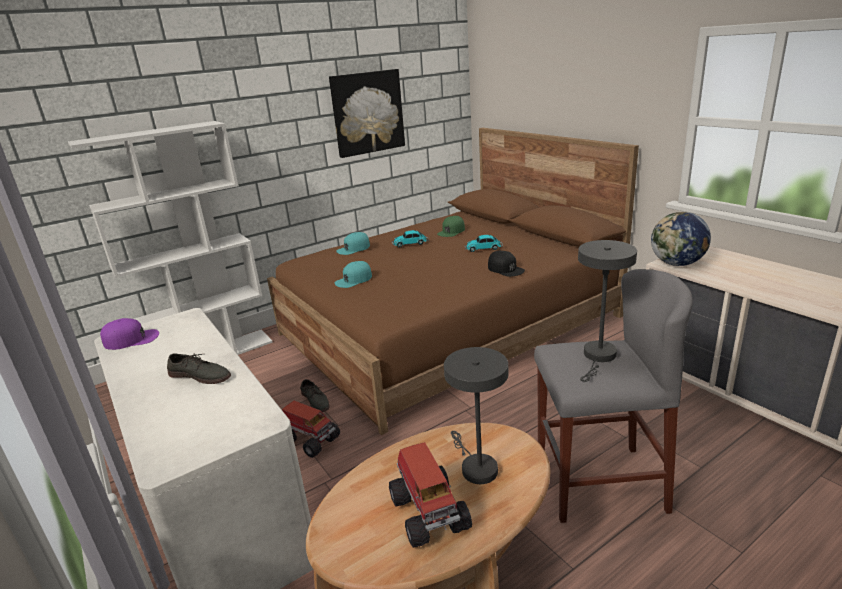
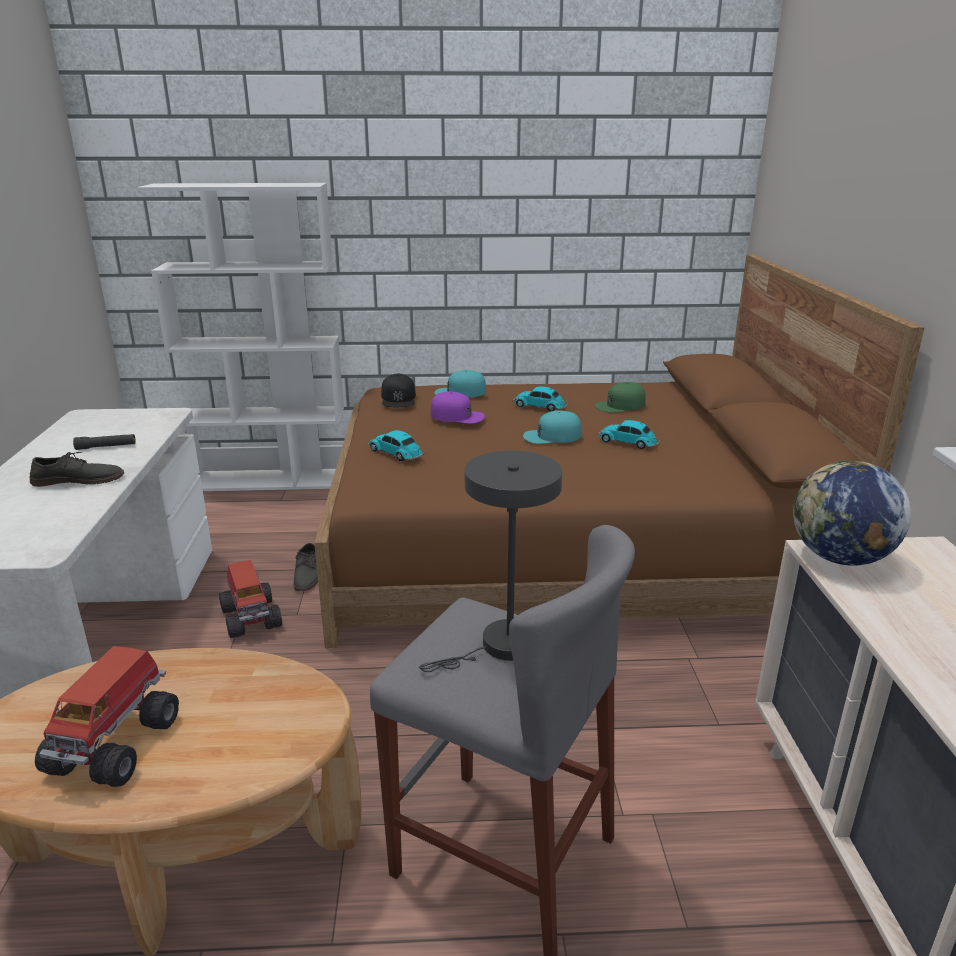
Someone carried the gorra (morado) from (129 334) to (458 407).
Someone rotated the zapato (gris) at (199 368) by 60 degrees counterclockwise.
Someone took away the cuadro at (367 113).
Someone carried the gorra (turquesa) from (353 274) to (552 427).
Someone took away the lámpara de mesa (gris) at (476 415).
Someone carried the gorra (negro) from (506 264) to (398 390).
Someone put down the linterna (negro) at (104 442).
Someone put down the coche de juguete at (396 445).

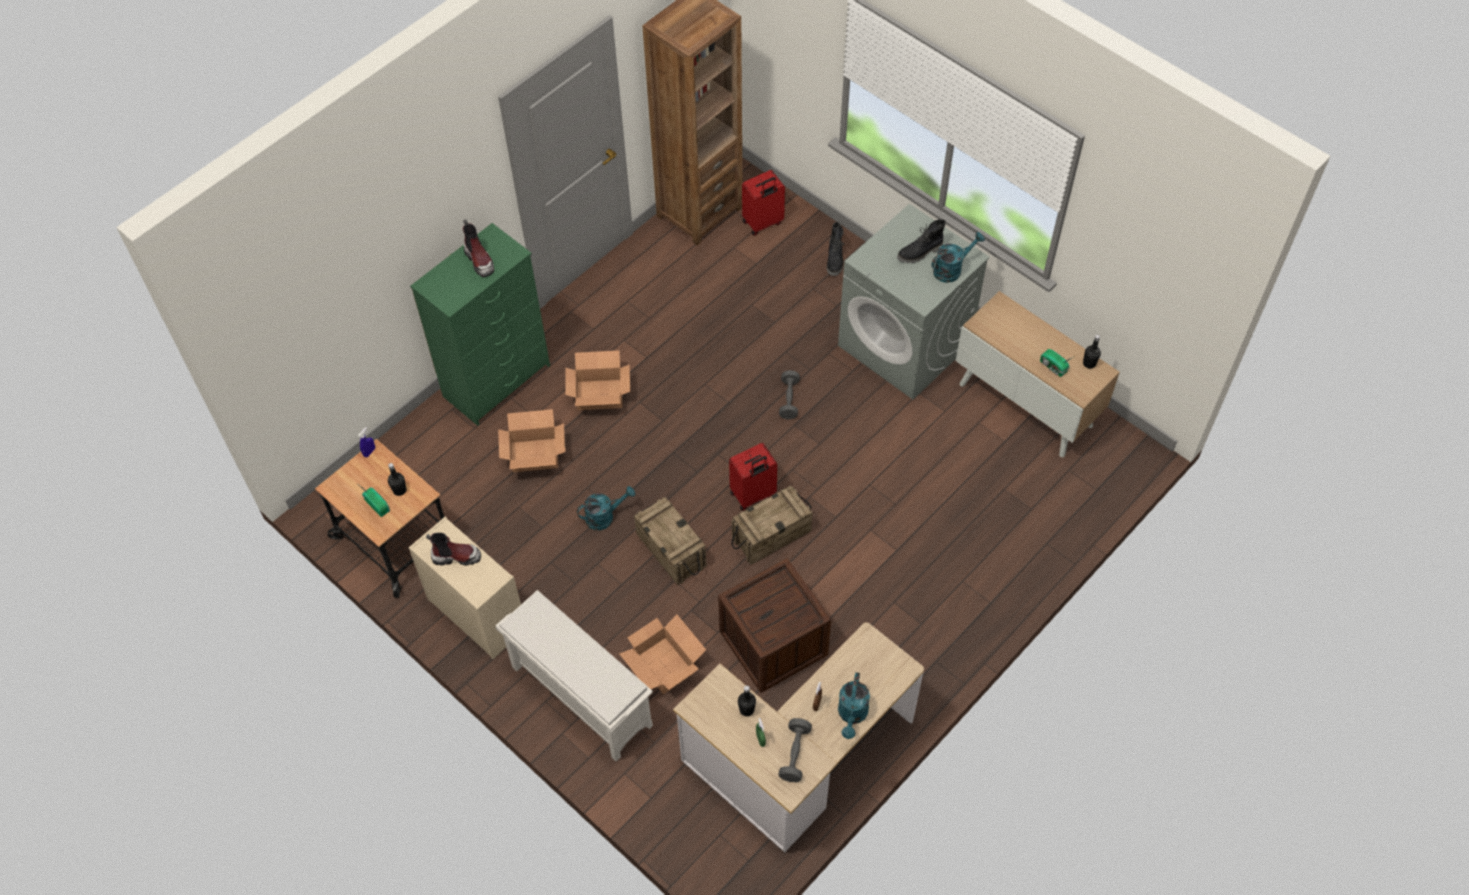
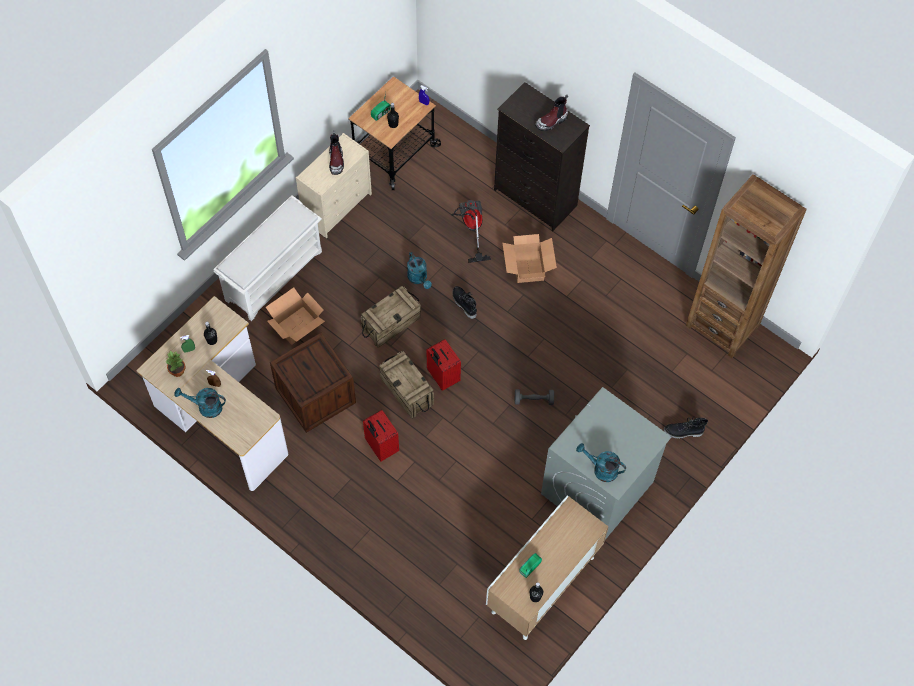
Someone repainted the cómoda (verde) at (480 324), which became the cómoda (negro) at (542 156).
Someone swapped the caja de cartón at (532 440) for the aspiradora at (471 231).
Someone carried the maleta (rojo) from (763 203) to (381 436).
Someone swapped the mancuerna (gris) at (795 750) for the planta en maceta at (176 364).
Someone carried the bota (negro) from (921 241) to (465 302).
Someone rotated the regadera (turquesa) at (958 257) by 150 degrees clockwise.

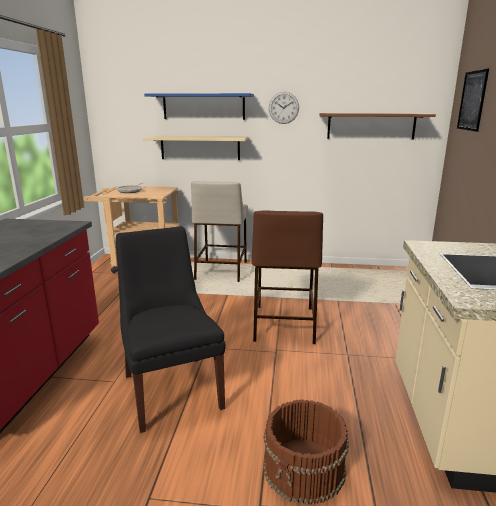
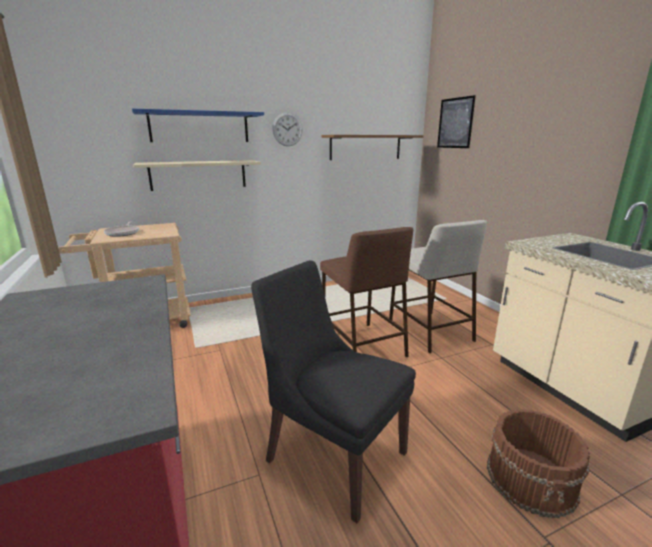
Someone carried the taburete (beis) from (219 231) to (438 286).

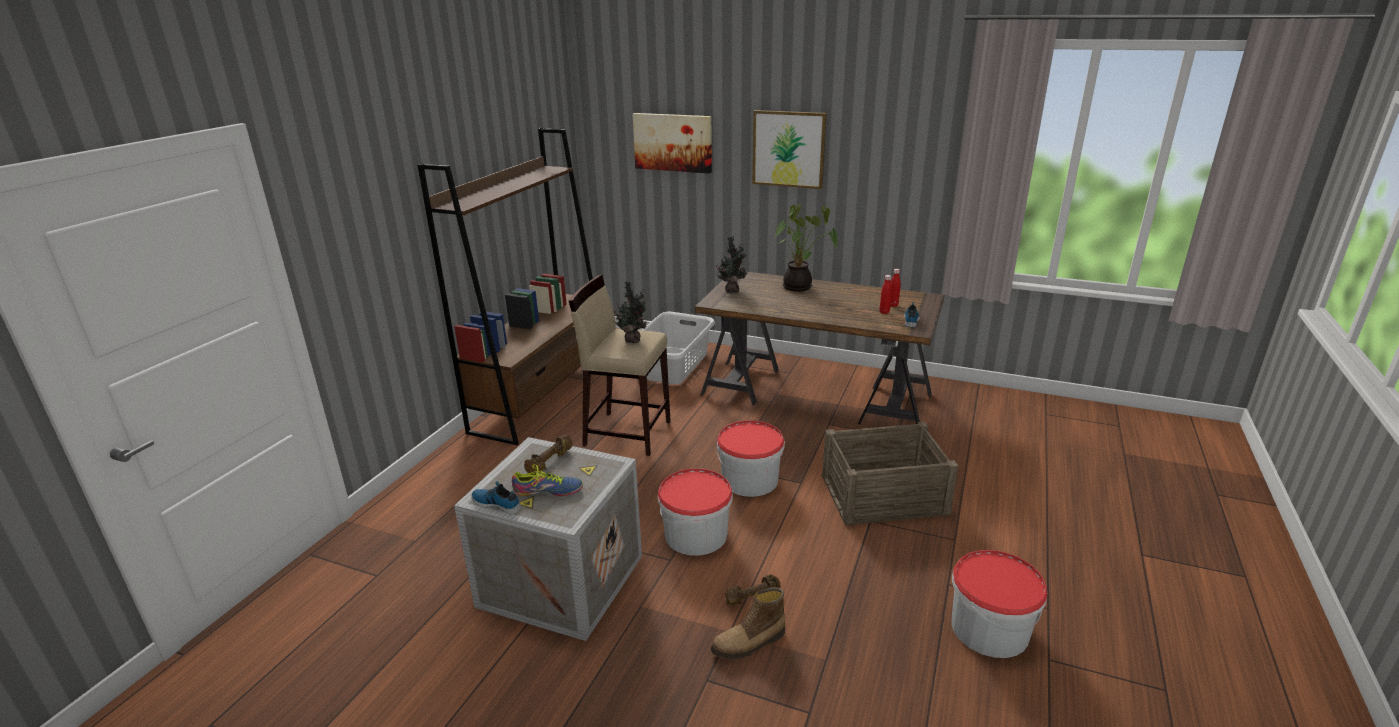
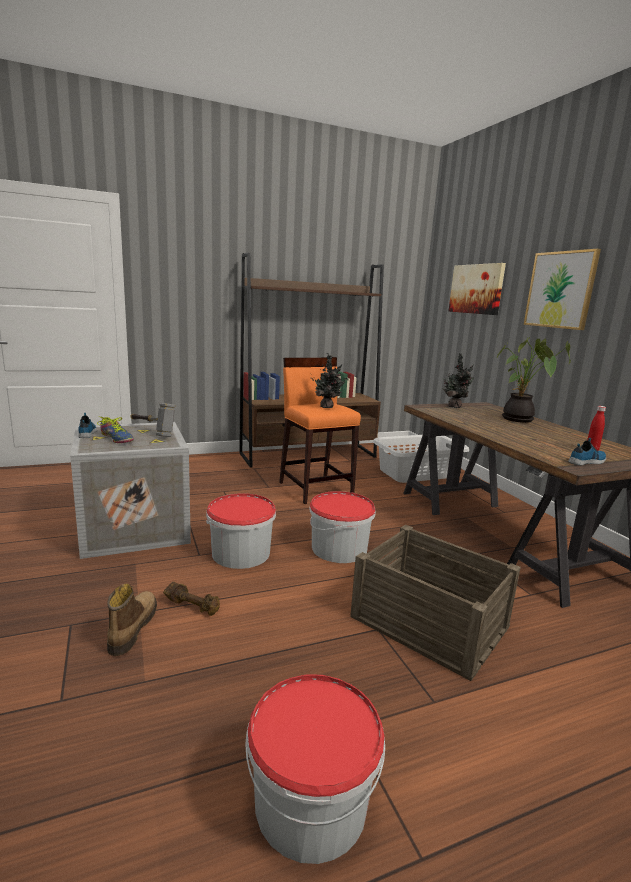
Someone swapped the mancuerna (marrón) at (548 453) for the martillo at (153 420).
Someone repainted the taburete (beis) at (620 365), which became the taburete (naranja) at (320 430).
Someone rotated the bota at (748 623) by 75 degrees clockwise.
Someone took away the botella (rojo) at (885 294).

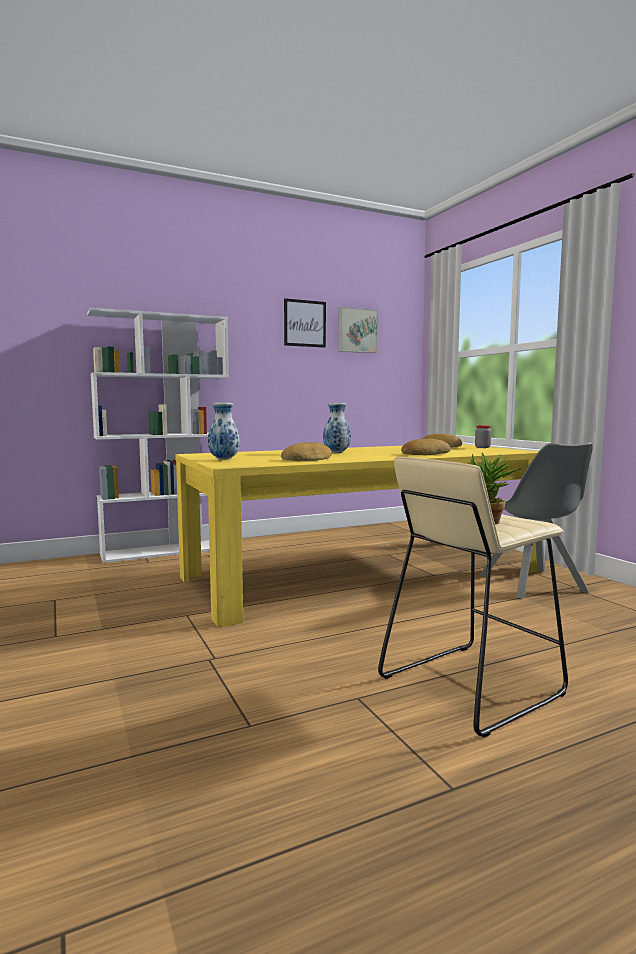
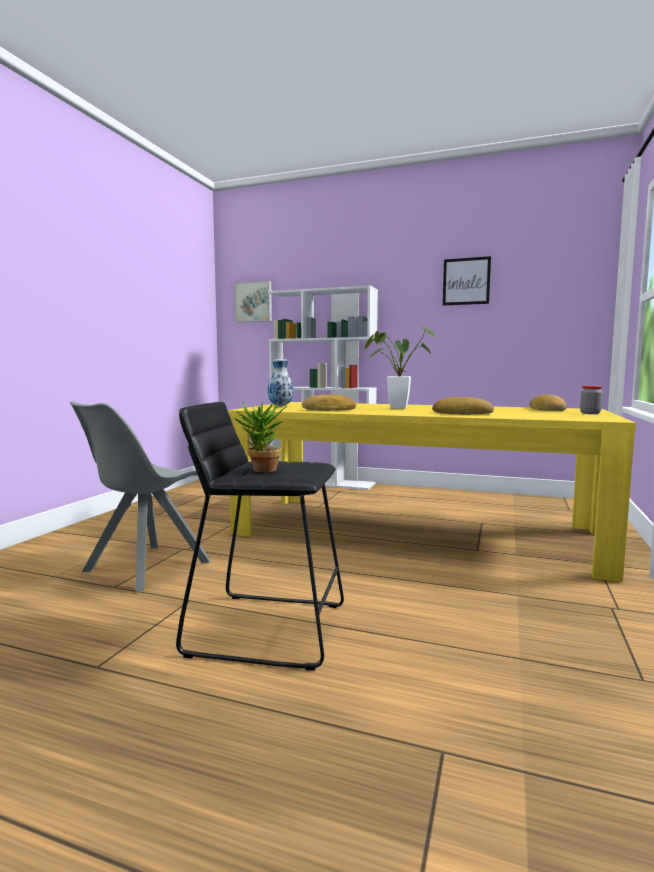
Someone swapped the florero at (337 428) for the planta en maceta at (399 368).
Someone carried the cuadro from (358 330) to (253 301).
Someone repainted the taburete (beis) at (473 597), which became the taburete (negro) at (260 536).
Someone carried the silla (gris) from (536 520) to (140 496).

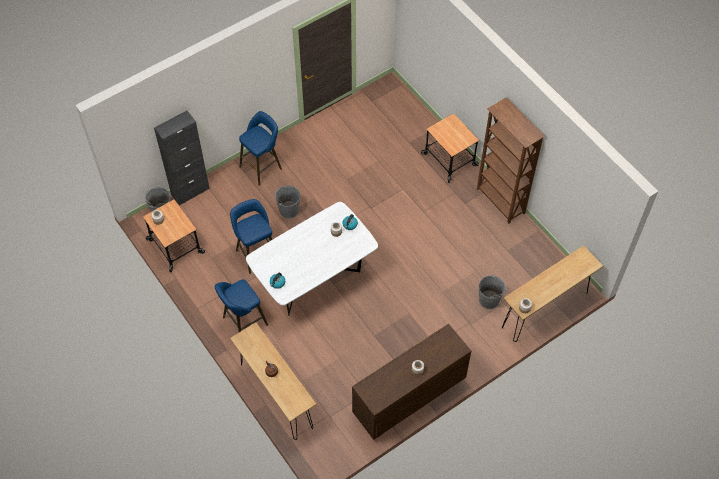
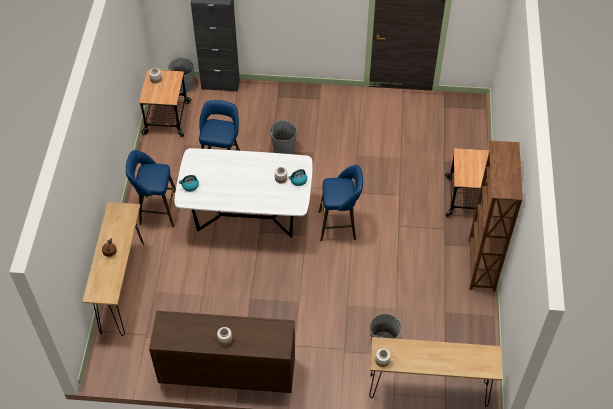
Someone carried the taburete (azul) from (260 148) to (341 203).

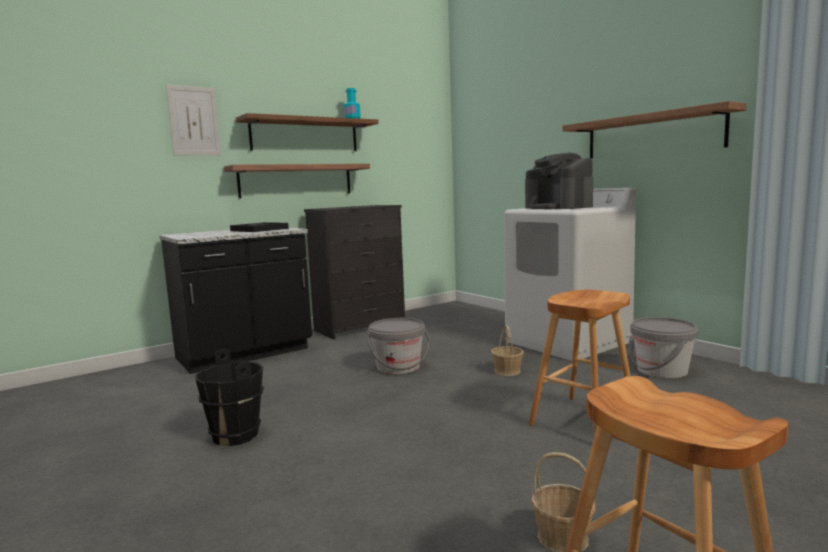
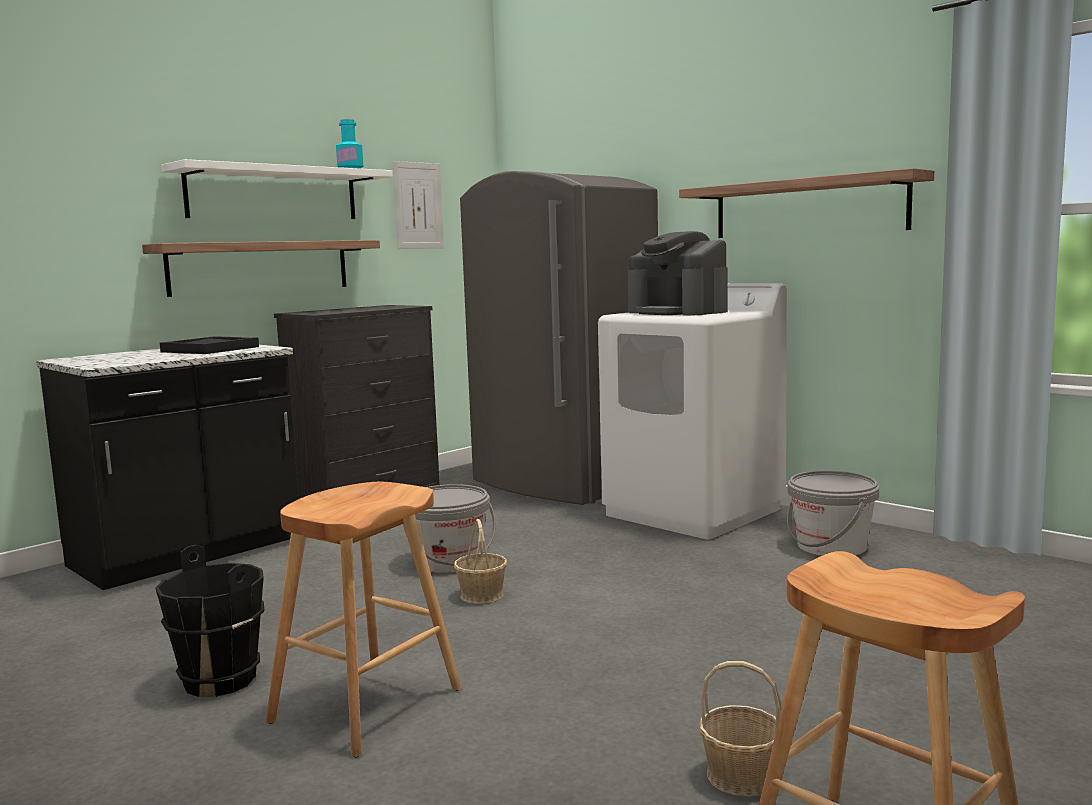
Someone carried the cuadro from (193 120) to (418 205).
Someone repainted the estante (marrón) at (307 132), which became the estante (blanco) at (277 189).
Someone carried the cesta from (507 350) to (480 561).
Someone carried the taburete (marrón) from (579 363) to (363 619).
Someone put down the nevera (gris) at (559 338).

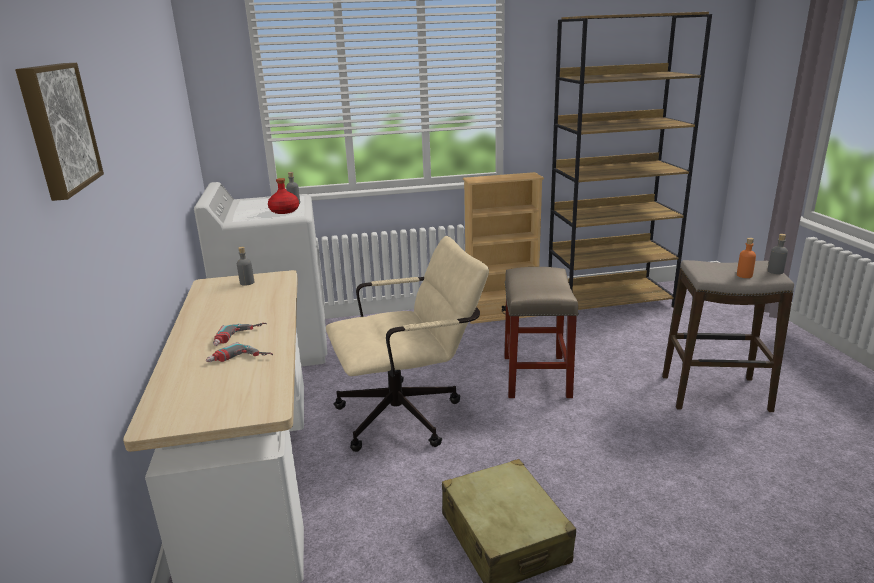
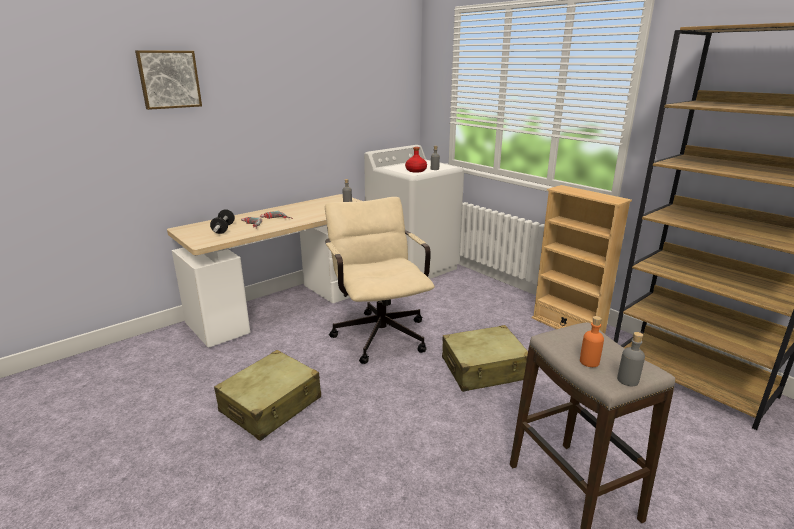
Someone rotated the silla de oficina (beis) at (407 344) by 150 degrees counterclockwise.
Someone swapped the taburete (beis) at (541 332) for the maleta (beis) at (485 358).
Someone put down the mancuerna at (222 221).

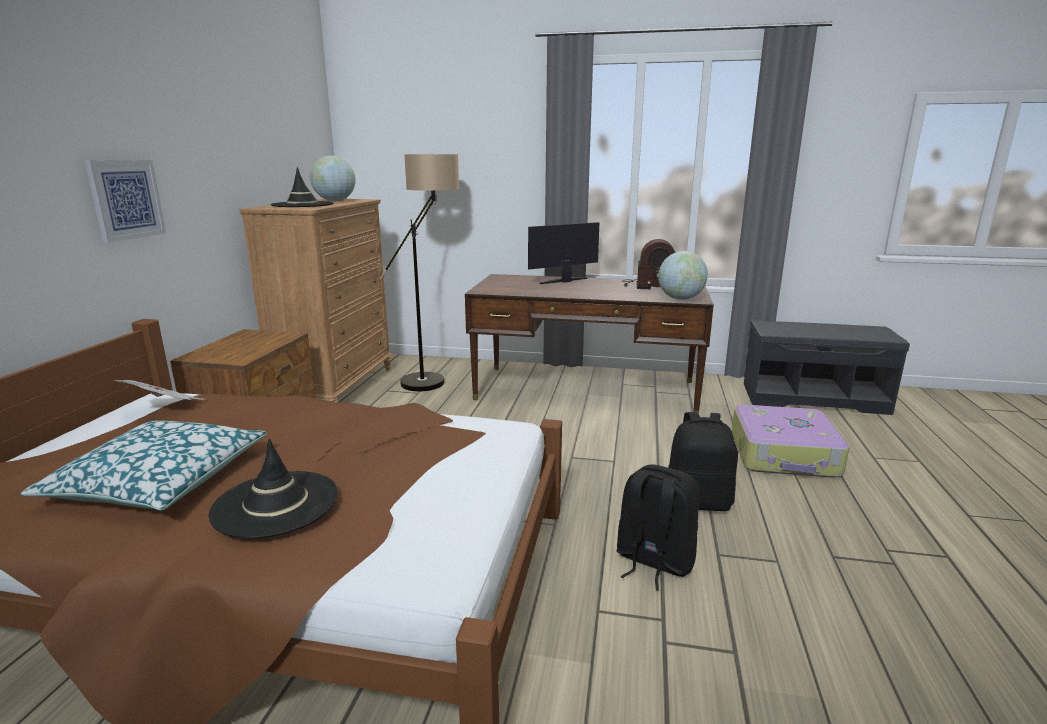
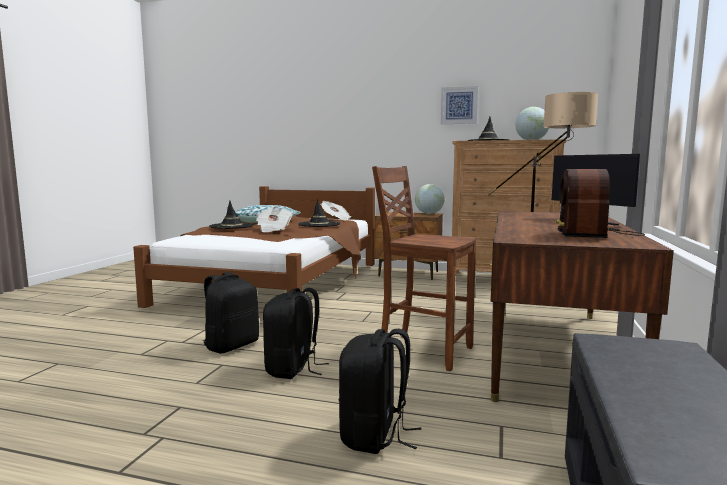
Someone carried the cuadro from (125 201) to (459 105).
Someone carried the globo terráqueo from (683 275) to (430 199).
Someone swapped the maleta at (790 441) for the mochila (negro) at (380 391).
Someone put down the periódico at (274 219).
Someone put down the sombrero (negro) at (319 213).
Someone put down the silla (marrón) at (424 268).

